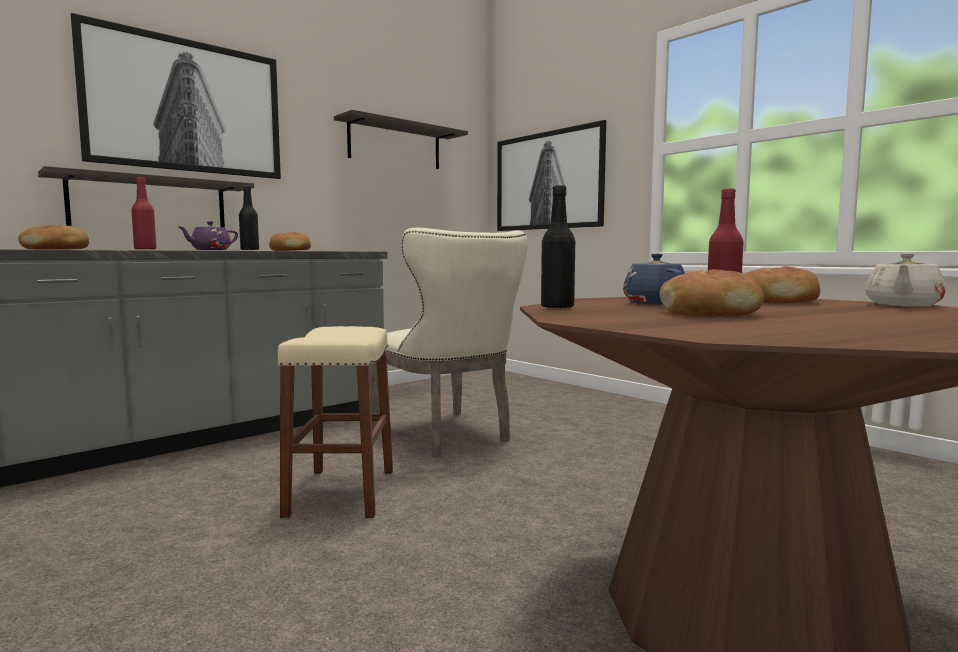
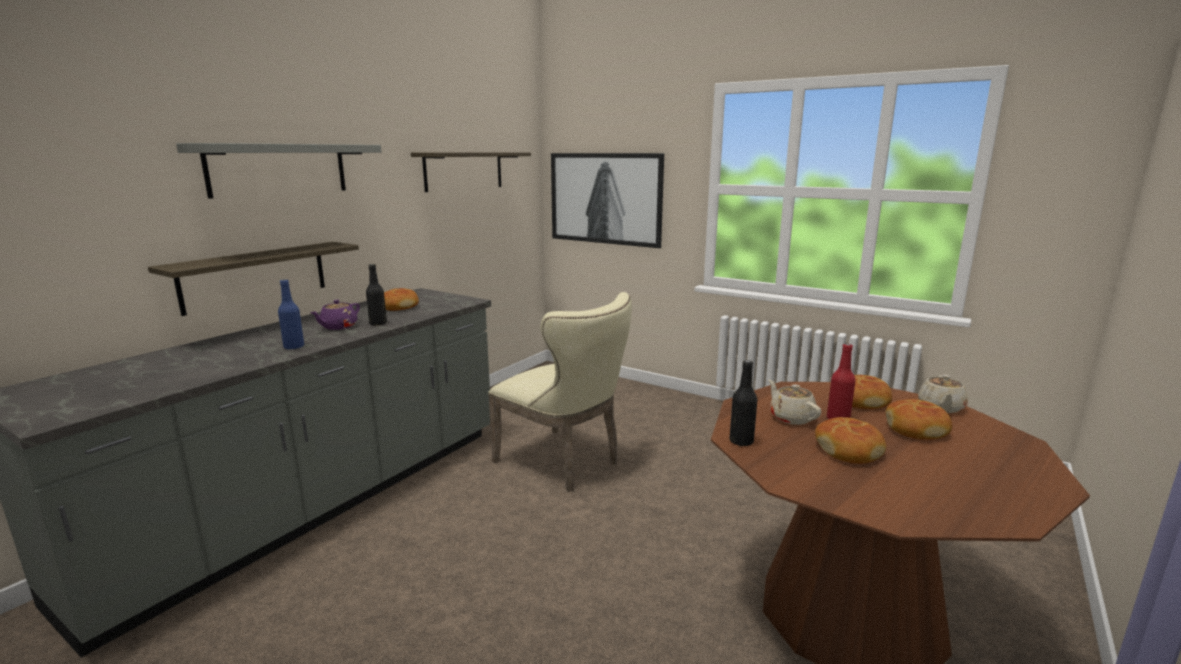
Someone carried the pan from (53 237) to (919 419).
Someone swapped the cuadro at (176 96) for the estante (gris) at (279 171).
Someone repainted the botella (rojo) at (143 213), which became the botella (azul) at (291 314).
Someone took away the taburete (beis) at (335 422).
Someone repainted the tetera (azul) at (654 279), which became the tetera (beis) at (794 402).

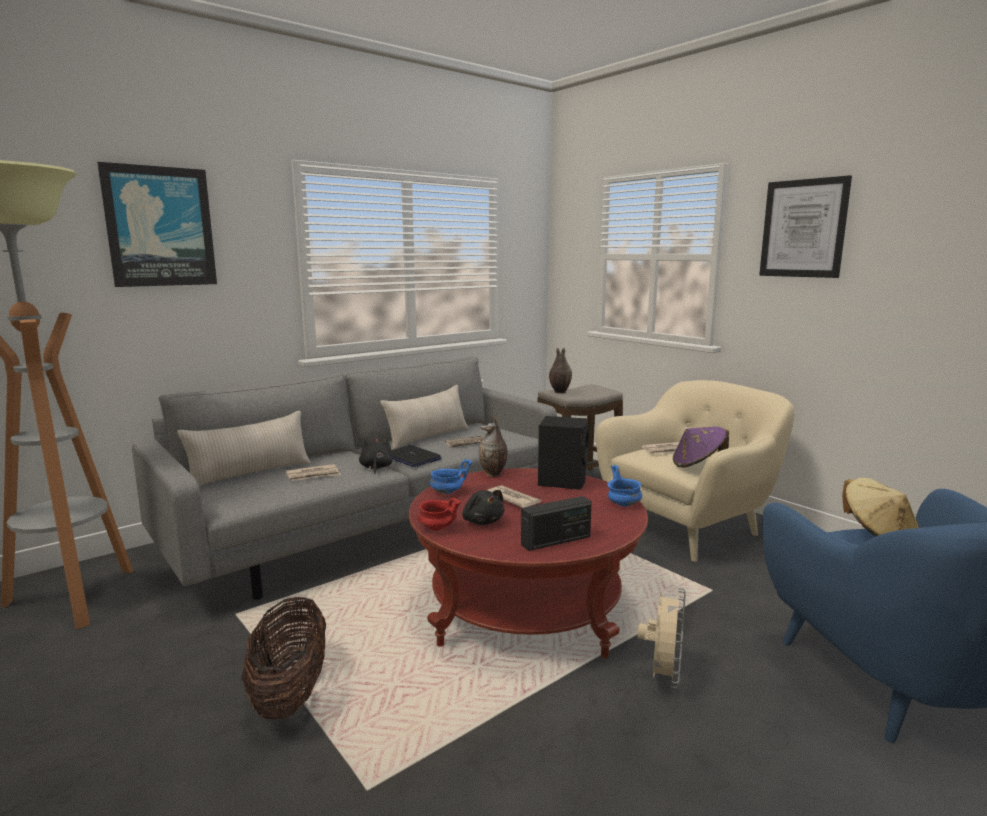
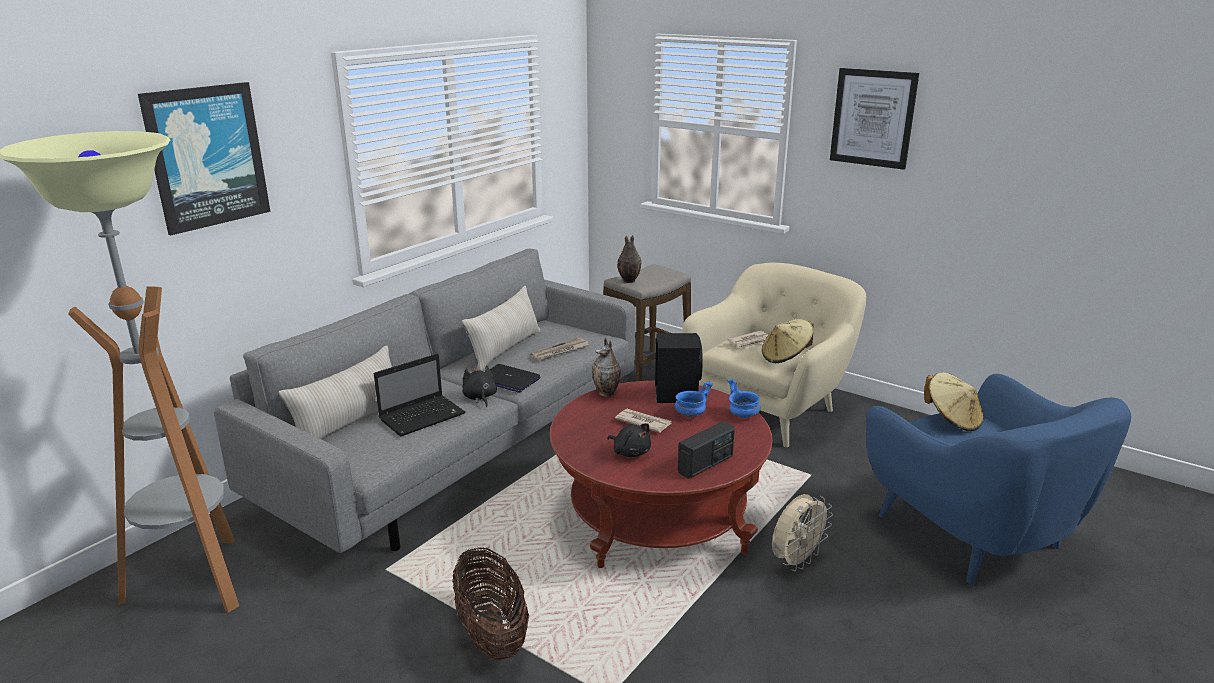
Someone swapped the periódico at (313 472) for the portátil at (420 395).
Someone took away the cuenco (rojo) at (440 514).
Someone carried the cuenco (azul) from (451 476) to (694 399).
Someone rotated the ventilador (beis) at (662 638) by 45 degrees clockwise.
Someone repainted the sombrero (morado) at (701 447), which became the sombrero (beis) at (788 341).

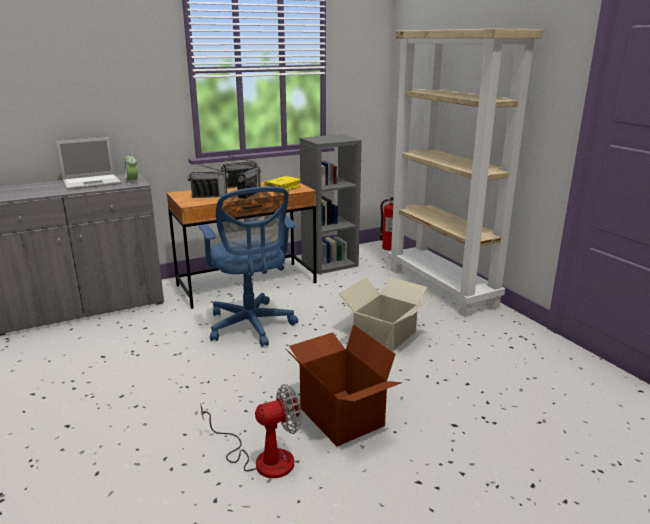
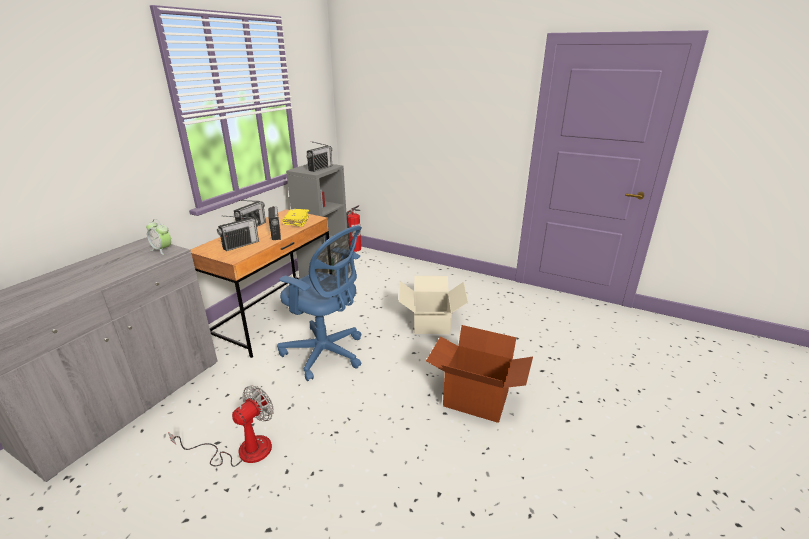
Someone took away the portátil at (88 163).
Someone carried the ventilador from (251 431) to (221 426).
Someone took away the estantería (beis) at (465 173).
Someone put down the radio at (319 156).

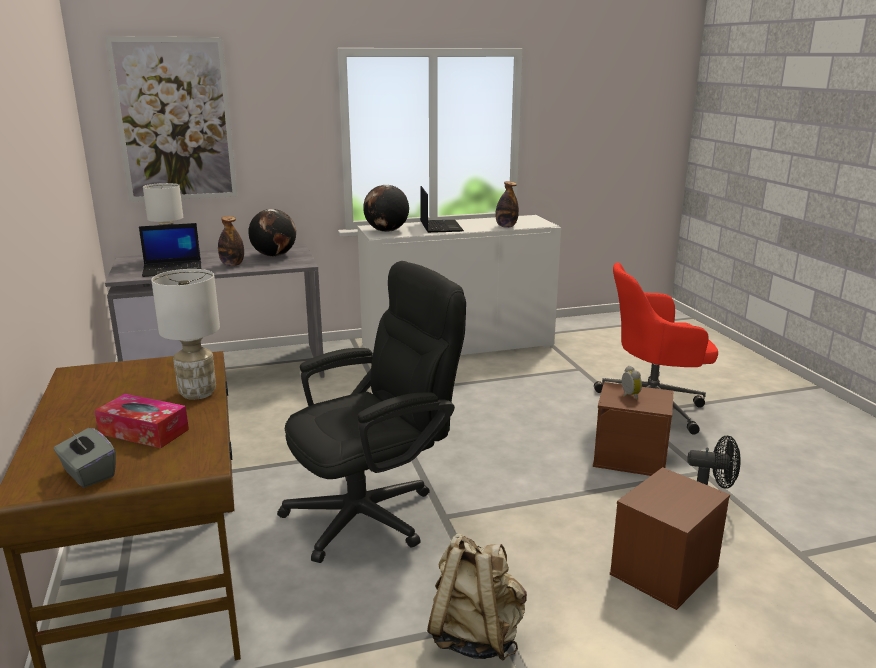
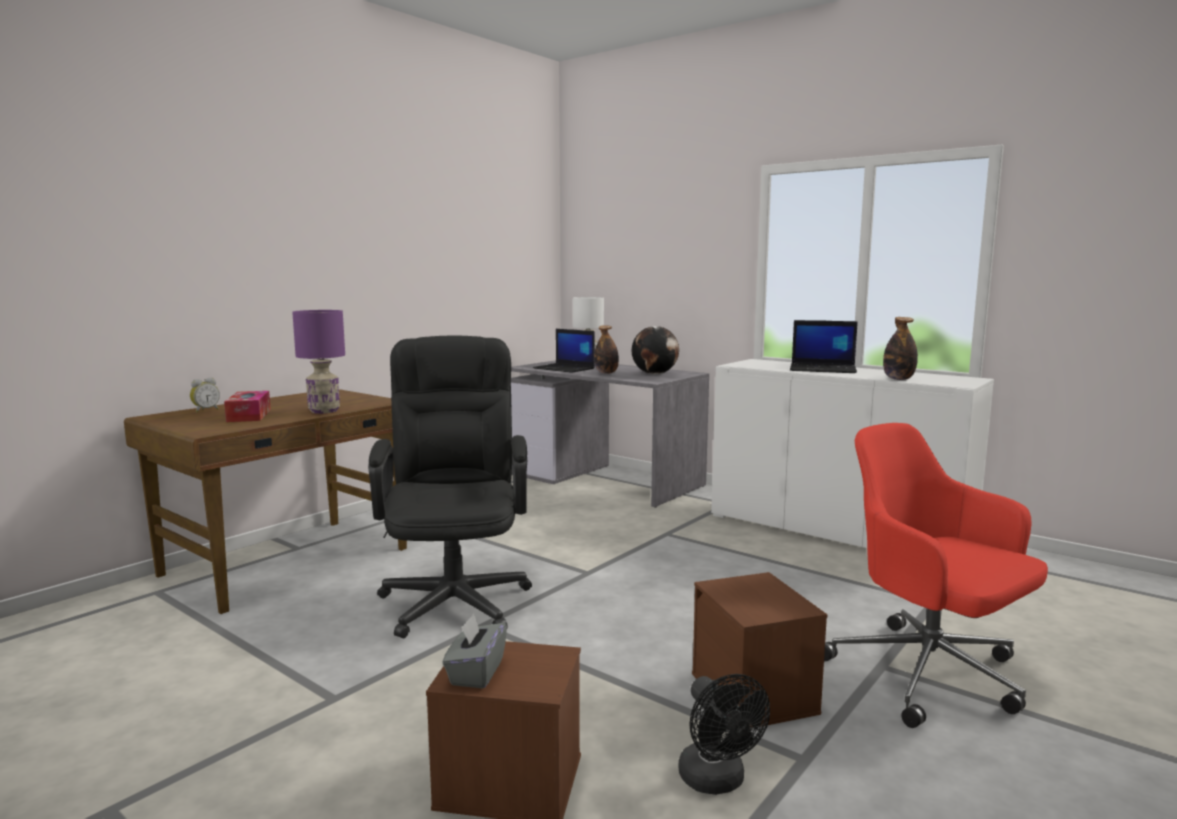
Someone carried the caja de pañuelos (gris) from (85 458) to (474 650).
Someone took away the cuadro at (171 119).
Someone repainted the lámpara de mesa (blanco) at (185 334), which became the lámpara de mesa (morado) at (318 362).
Someone rotated the silla de oficina (negro) at (371 412) by 120 degrees counterclockwise.
Someone took away the globo terráqueo at (386 208).
Someone rotated the portátil at (442 209) by 60 degrees clockwise.
Someone took away the mochila (beis) at (477 597).
Someone carried the despertador from (632 383) to (205 394).

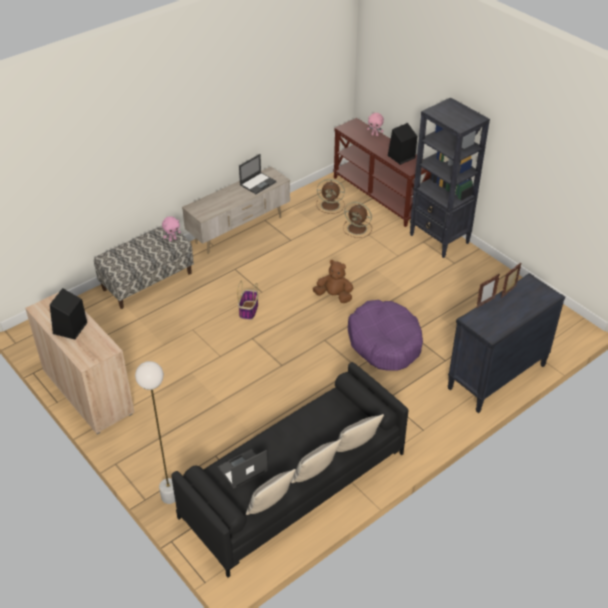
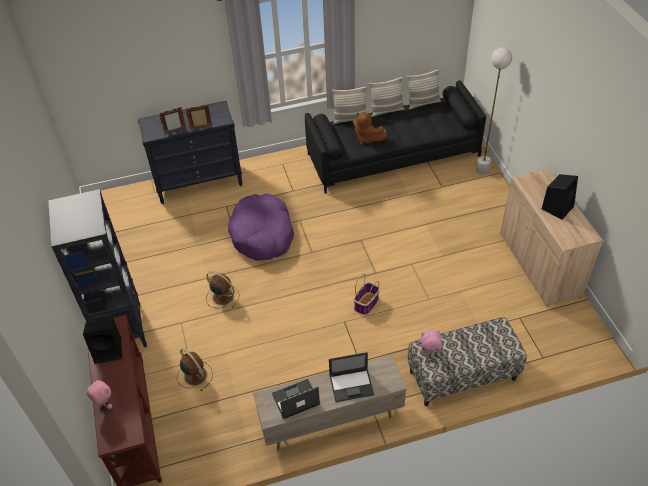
Someone carried the portátil from (242 469) to (351 377).
Someone carried the peluche (marrón) from (333 281) to (370 128).
Someone carried the ventilador (marrón) from (331 196) to (223 289).

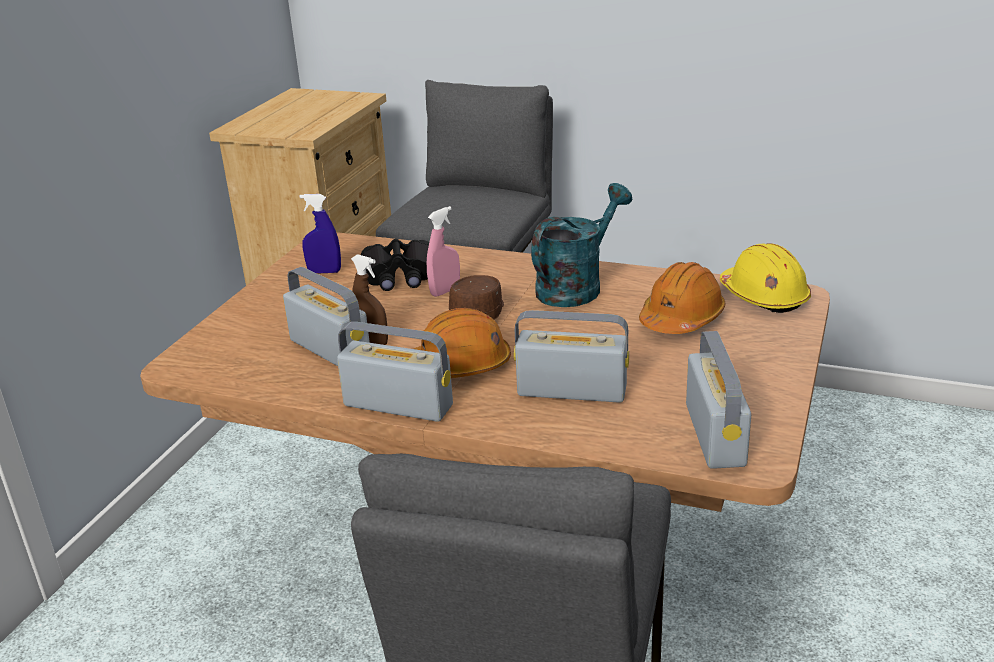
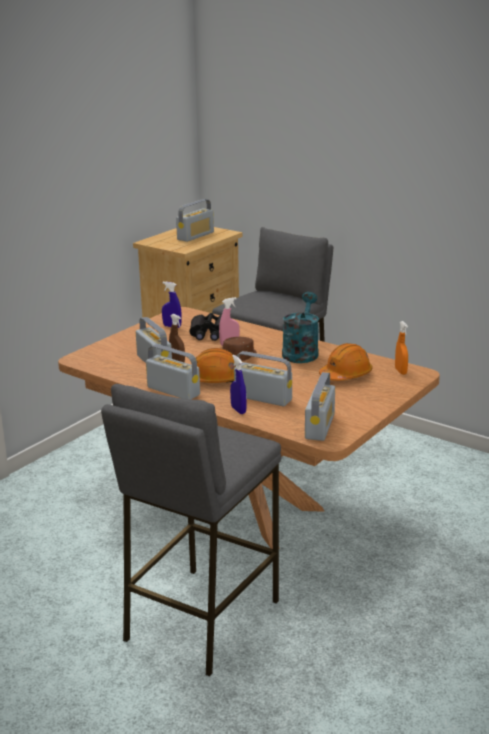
Someone rotated the regadera (turquesa) at (581 245) by 45 degrees counterclockwise.
Someone swapped the casco (amarillo) at (765 278) for the pulverizador (naranja) at (401 348).
Someone put down the radio at (195 220).
Someone put down the pulverizador (azul) at (238 384).

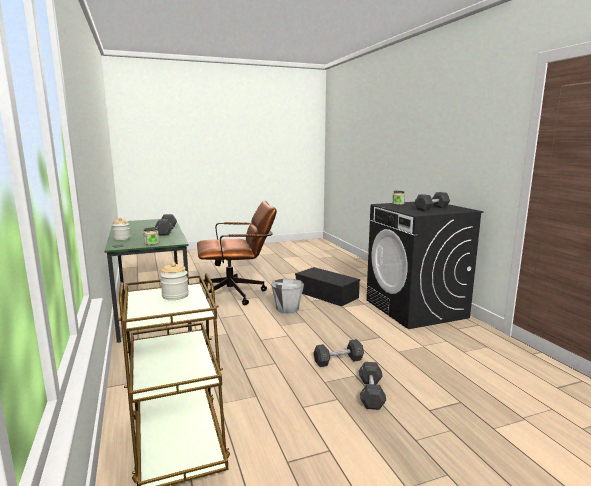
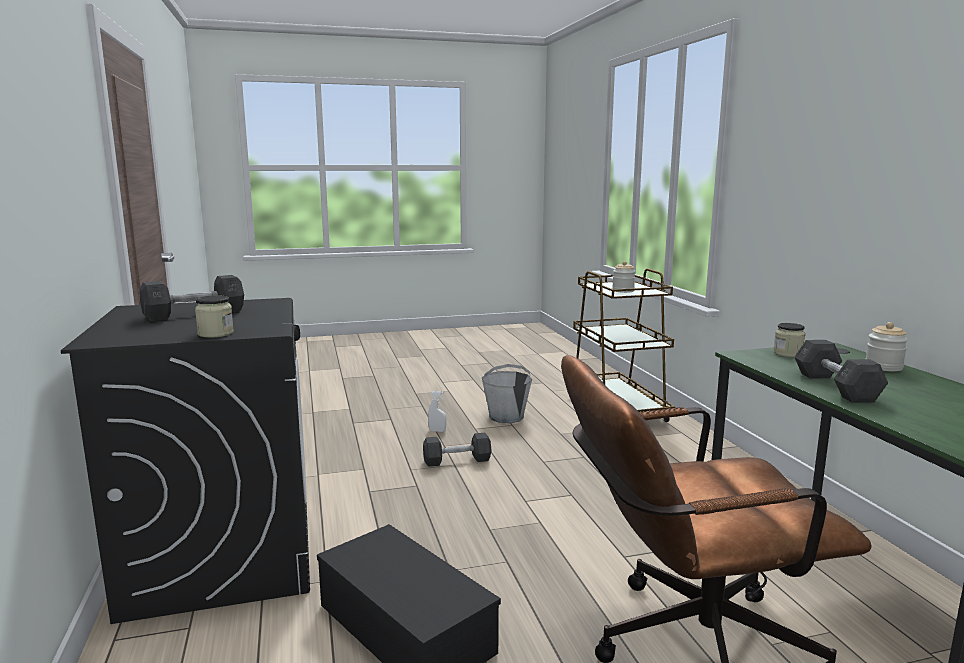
Someone carried the cubo (gris) from (287 296) to (507 393).
Someone swapped the mancuerna (gris) at (372 386) for the pulverizador (blanco) at (437 411).

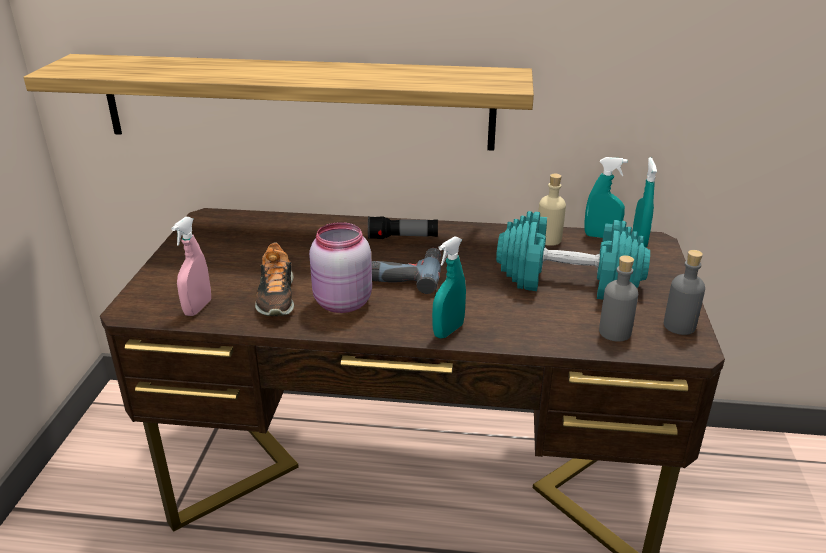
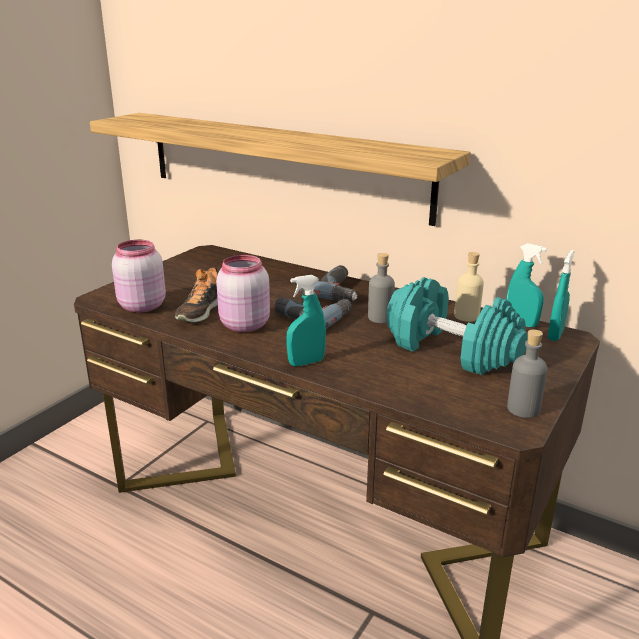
Someone swapped the pulverizador (rosa) at (191 266) for the tarro (rosa) at (139 276).
Someone swapped the linterna at (403 227) for the taladro at (329 283).
Someone carried the botella (gris) from (618 298) to (381 288).

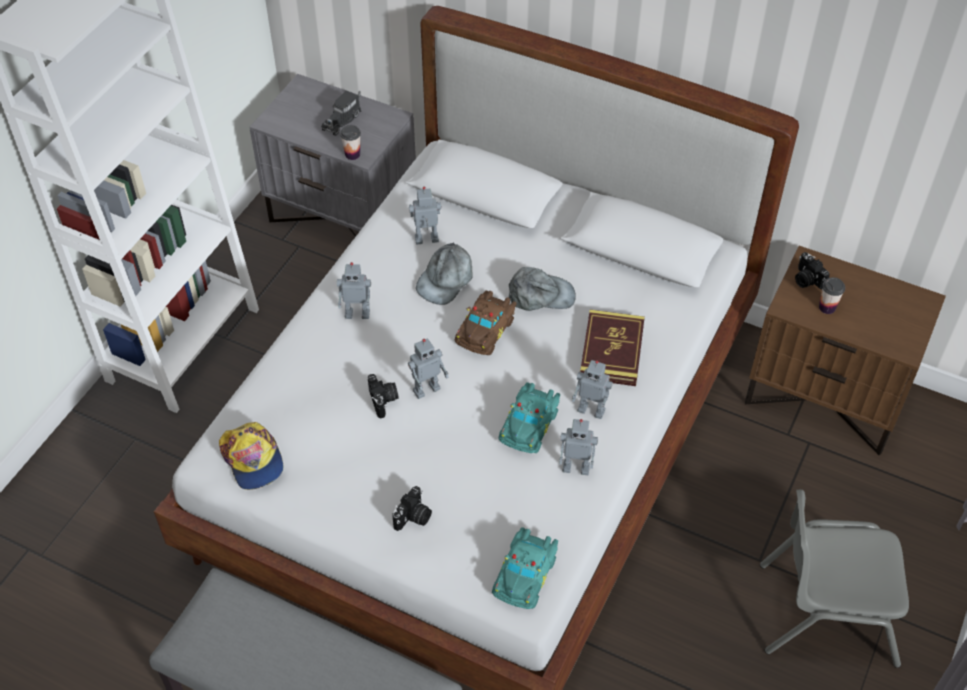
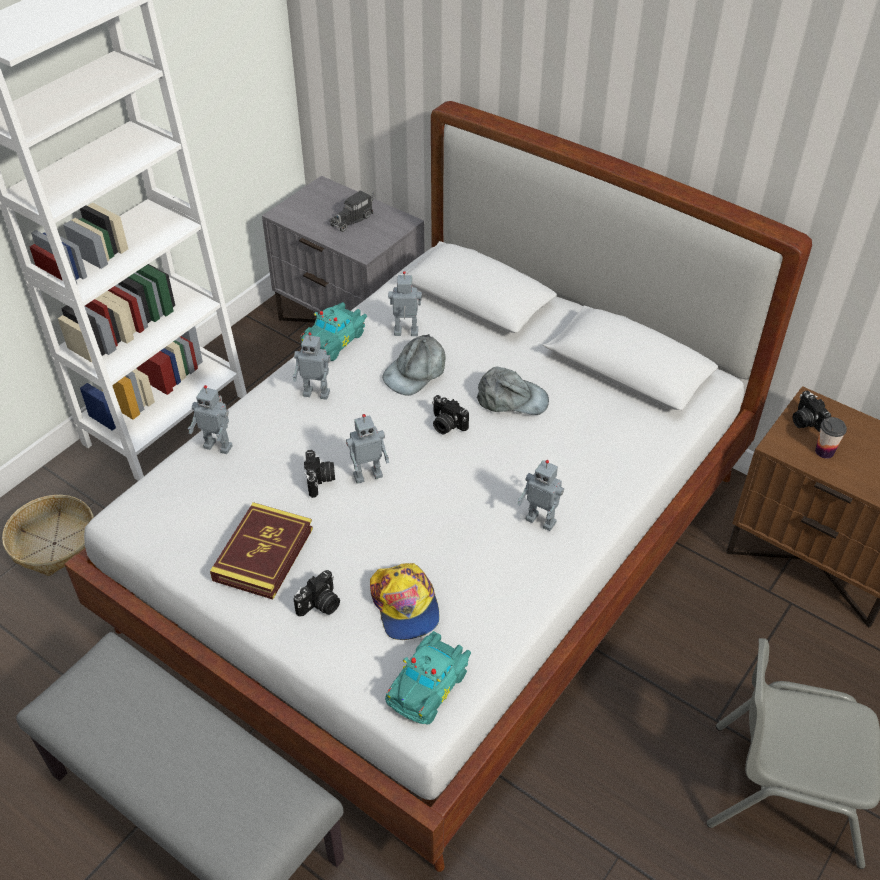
Someone carried the gorra from (251 456) to (405 601).
Someone took away the taza at (350 142).
Someone swapped the coche de juguete (marrón) at (485 323) for the cámara at (450 414).
Someone carried the coche de juguete (turquesa) from (529 417) to (333 331).
Someone carried the robot de juguete from (578 447) to (210 419).
Someone carried the libro from (612 348) to (261 550).
Someone put down the cesta at (48 535).

